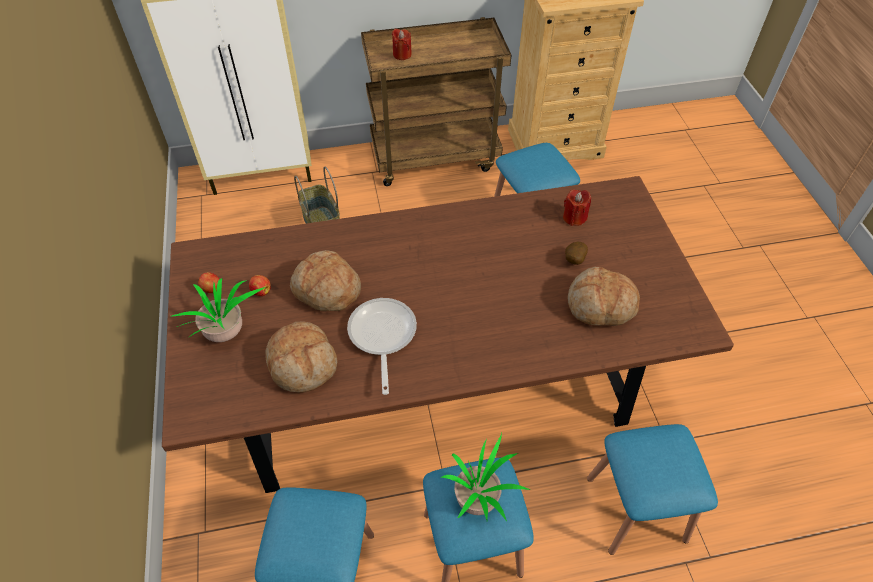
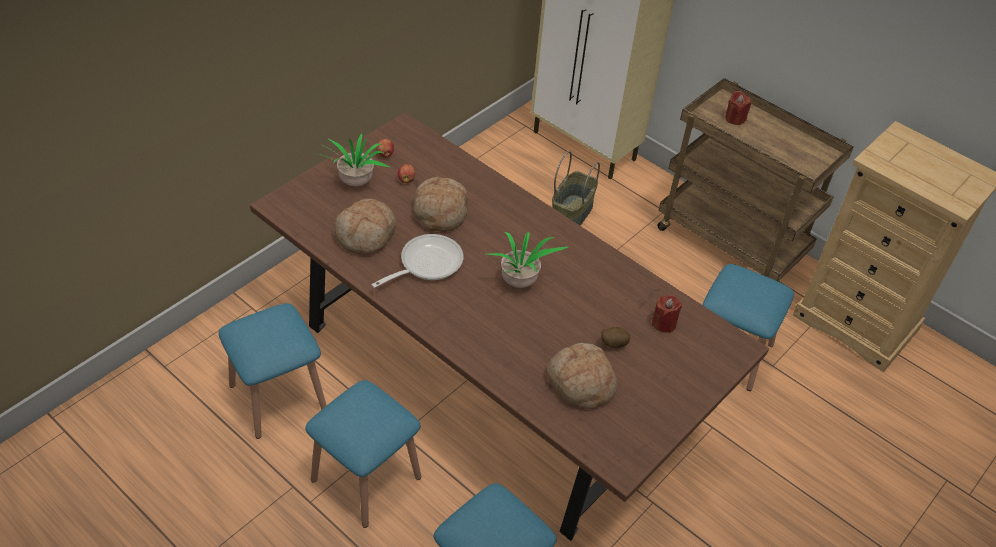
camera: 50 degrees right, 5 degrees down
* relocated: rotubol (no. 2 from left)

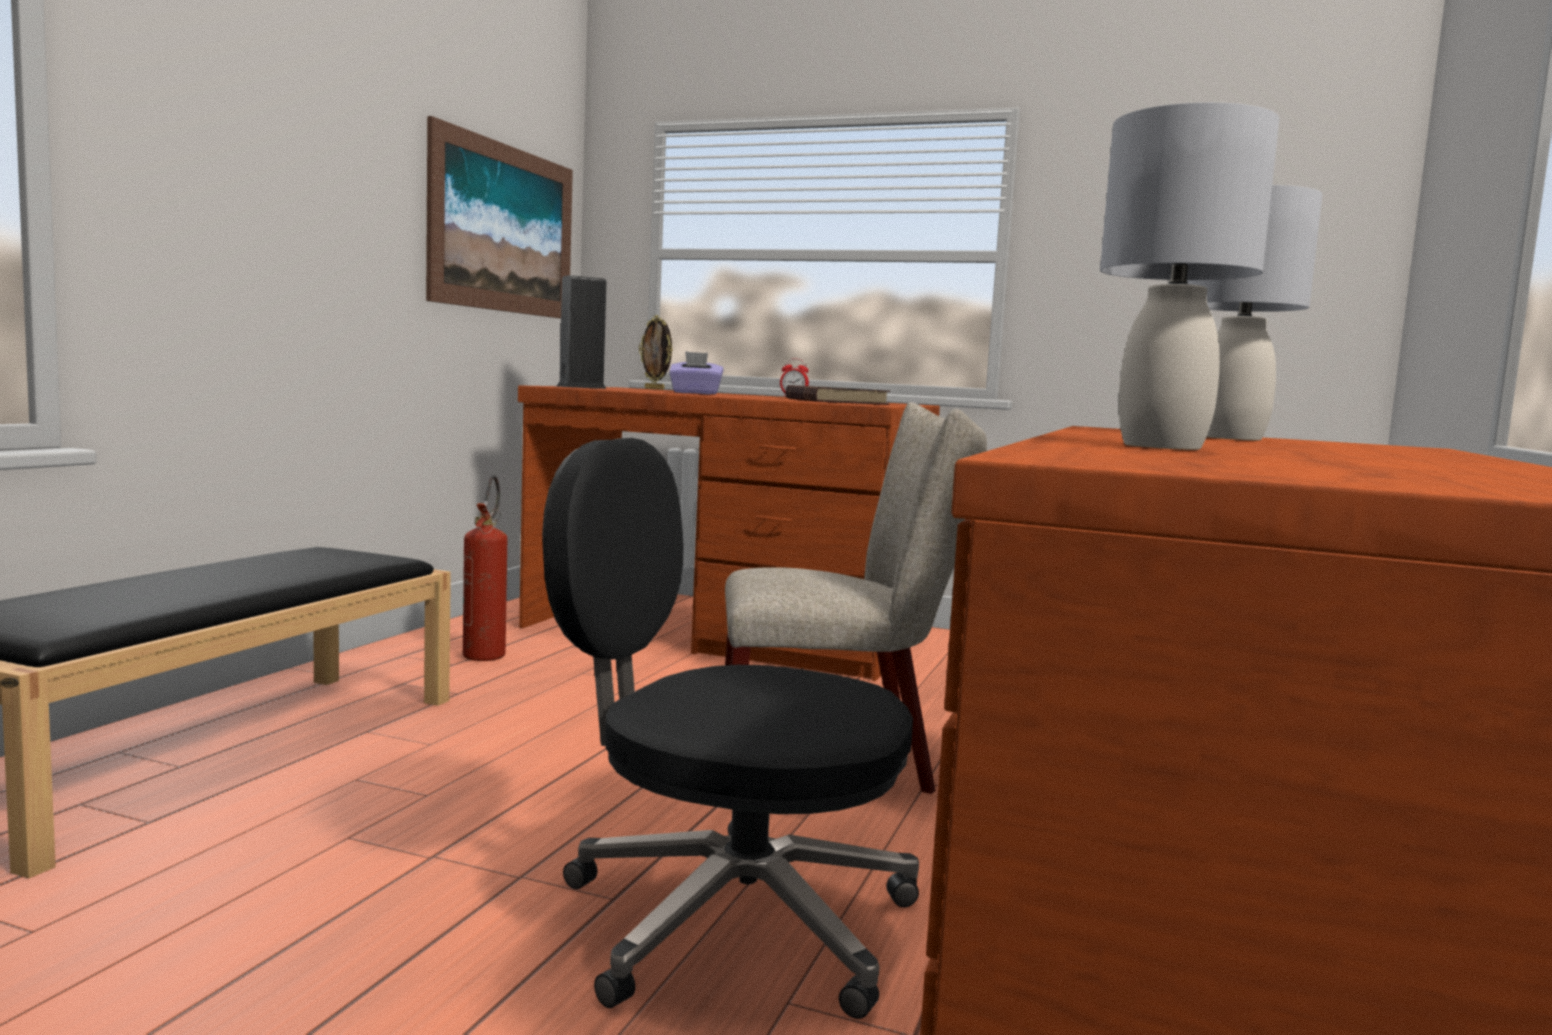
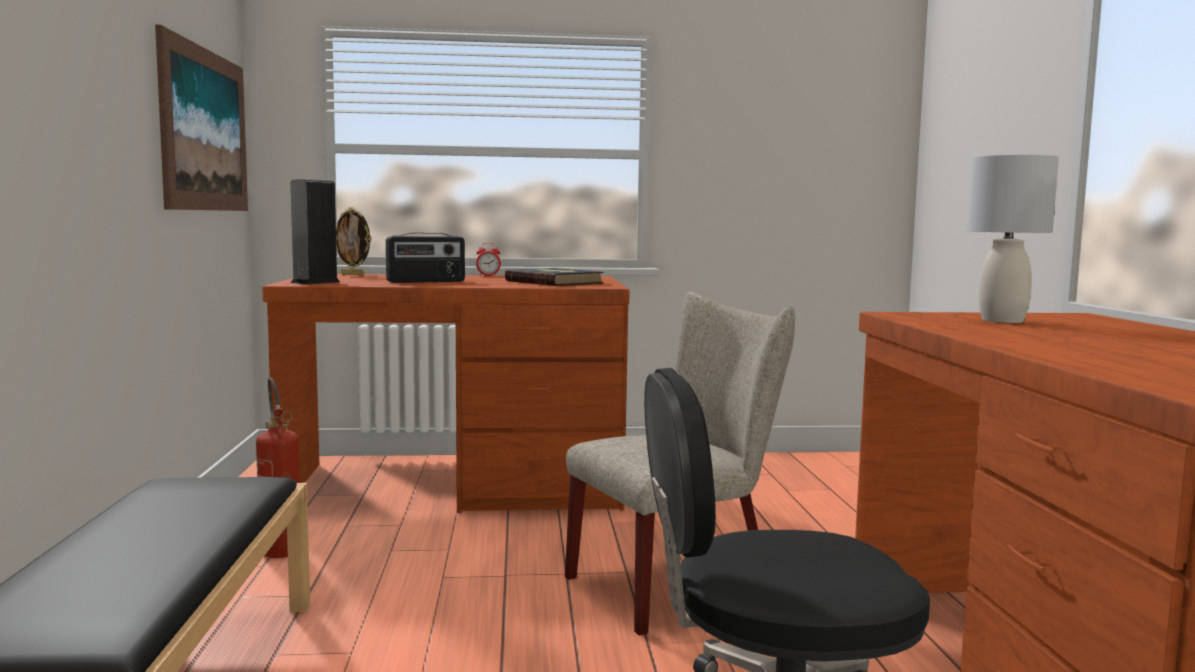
camera: 25 degrees left, 0 degrees up
* exchanged: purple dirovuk to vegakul
* missing: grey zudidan (no. 1 from left)

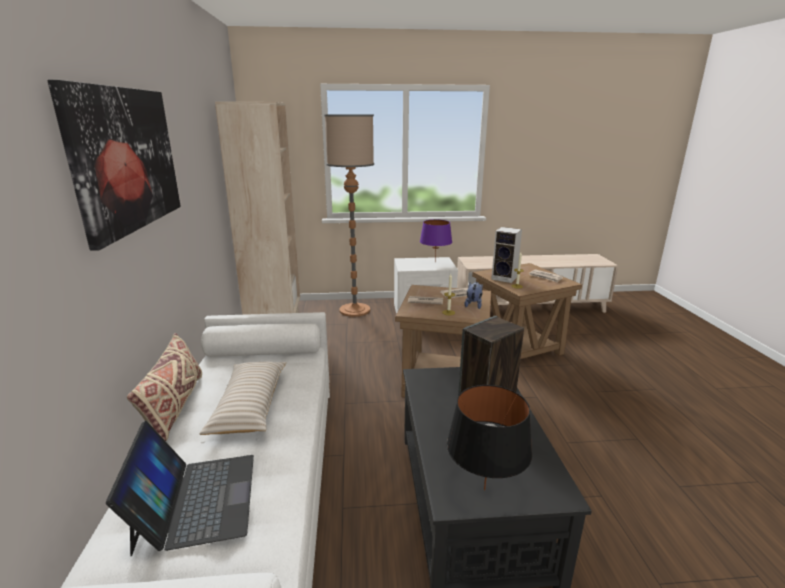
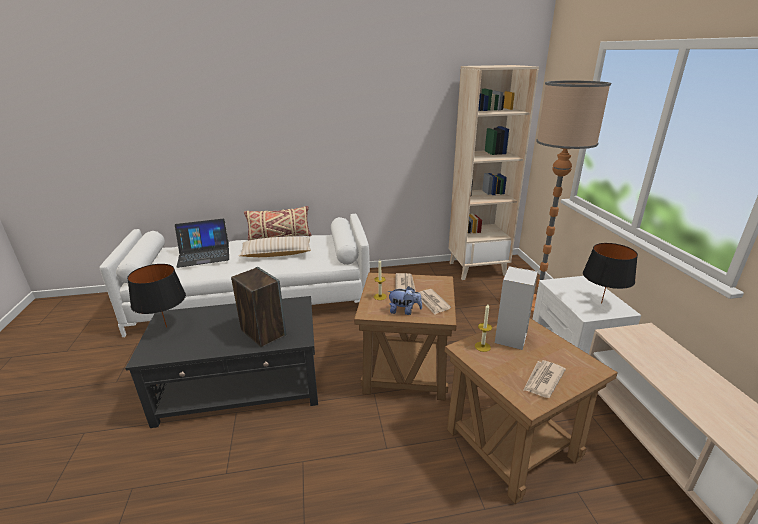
camera: 85 degrees right, 5 degrees up
* colour: purple zudidan to black zudidan (no. 2 from left)
* missing: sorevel

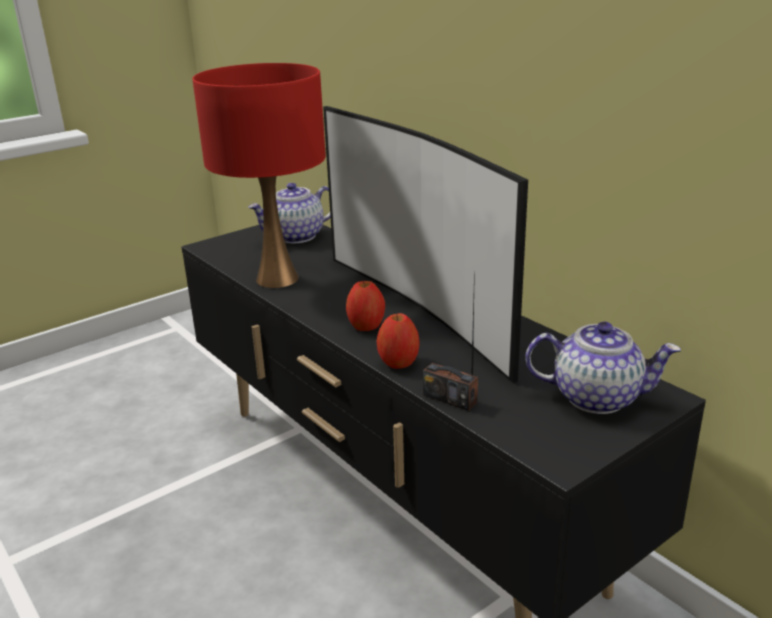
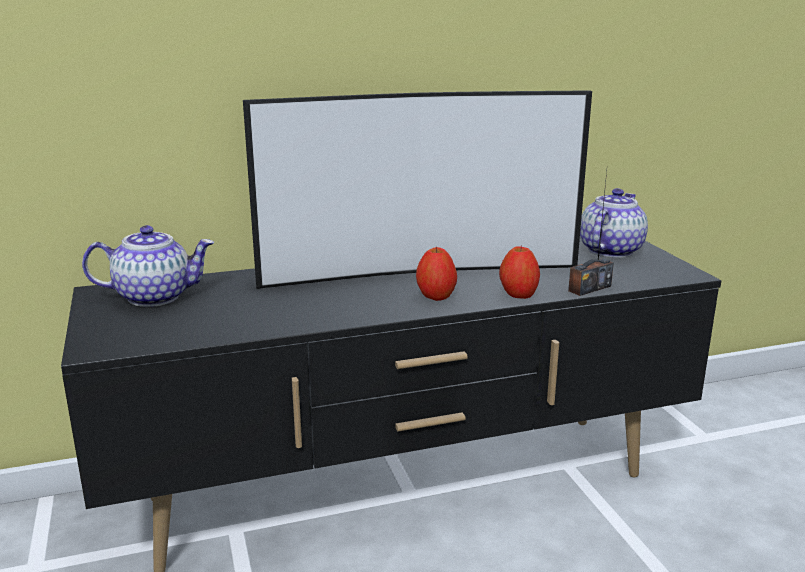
camera: 70 degrees left, 5 degrees down
* spun: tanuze (no. 1 from left) 90 degrees counterclockwise
* missing: red zudidan

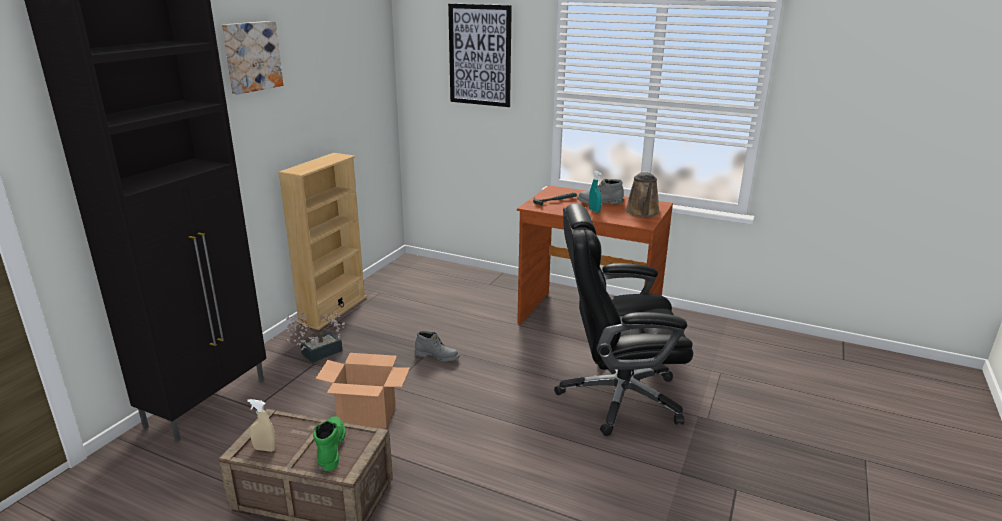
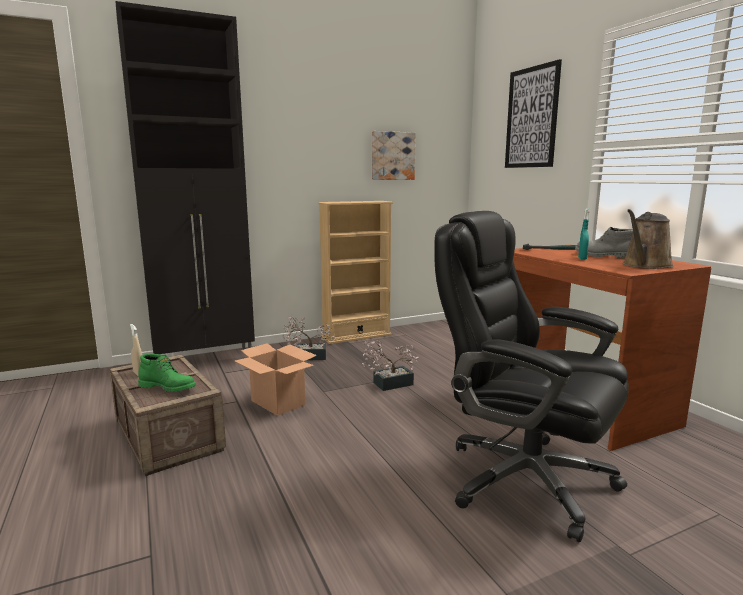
camera: 40 degrees right, 10 degrees down
* spun: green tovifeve 75 degrees clockwise
* exchanged: grey tovifeve (no. 1 from left) to rotubol (no. 2 from left)
* relocated: sorevel (no. 1 from left)

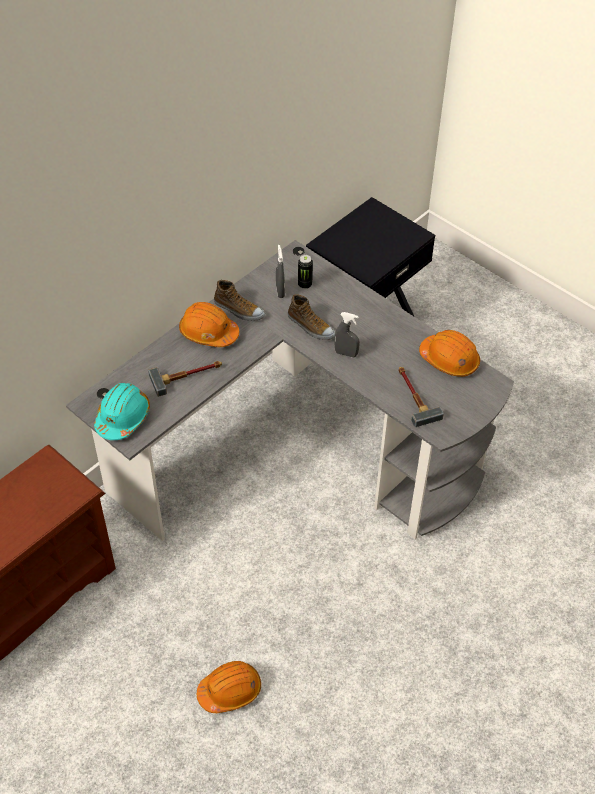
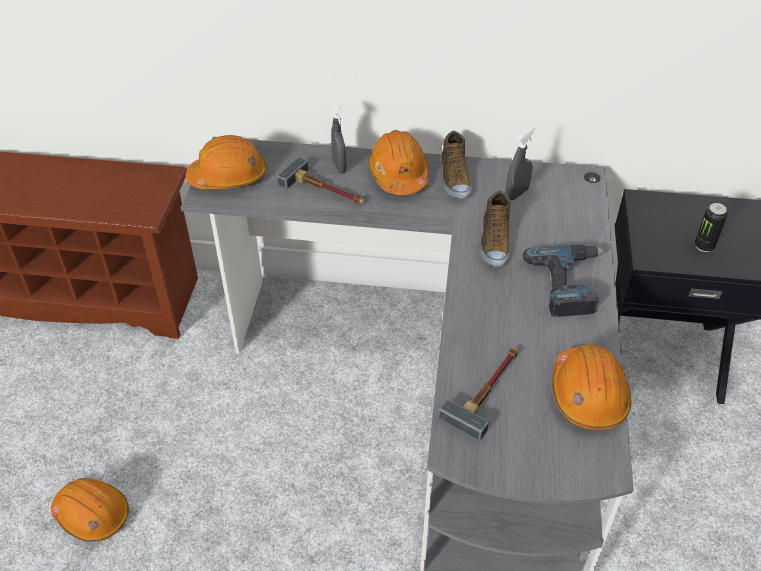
camera: 55 degrees right, 5 degrees down
* colour: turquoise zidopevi to orange zidopevi (no. 2 from left)
* relocated: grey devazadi (no. 2 from left in the first image) to grey devazadi (no. 1 from left)
* appeared: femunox
* relocated: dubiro

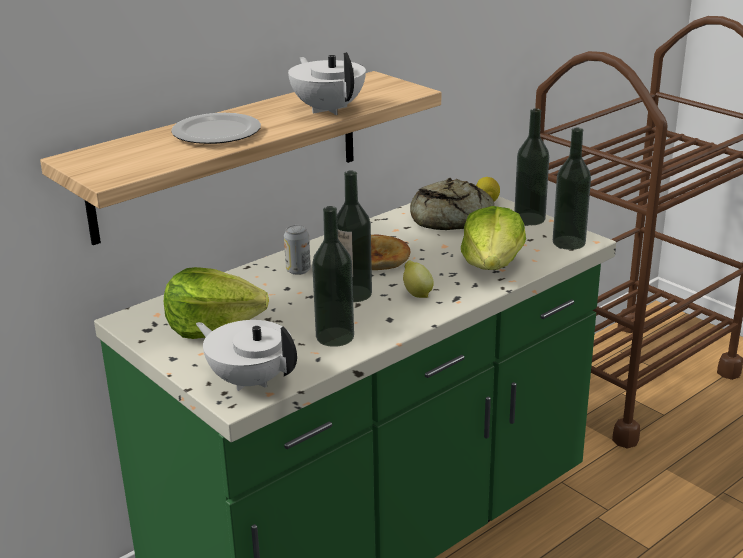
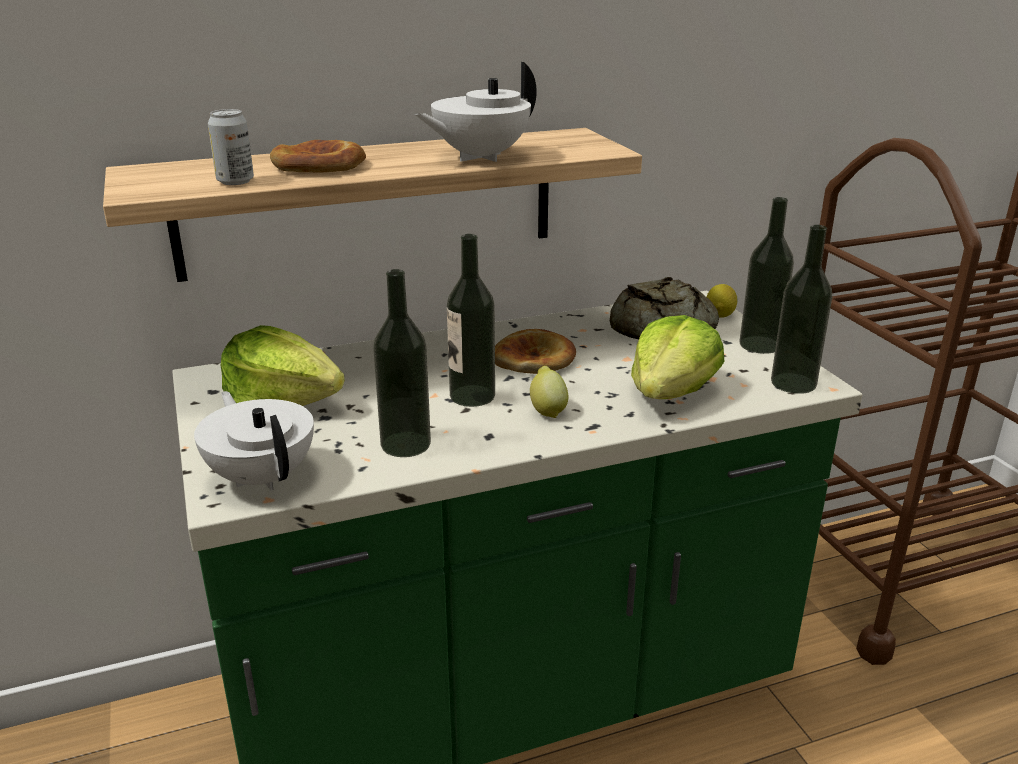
camera: 20 degrees right, 0 degrees up
* relocated: dubiro
* exchanged: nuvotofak to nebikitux (no. 1 from left)
* spun: white tanuze (no. 2 from left) 120 degrees counterclockwise

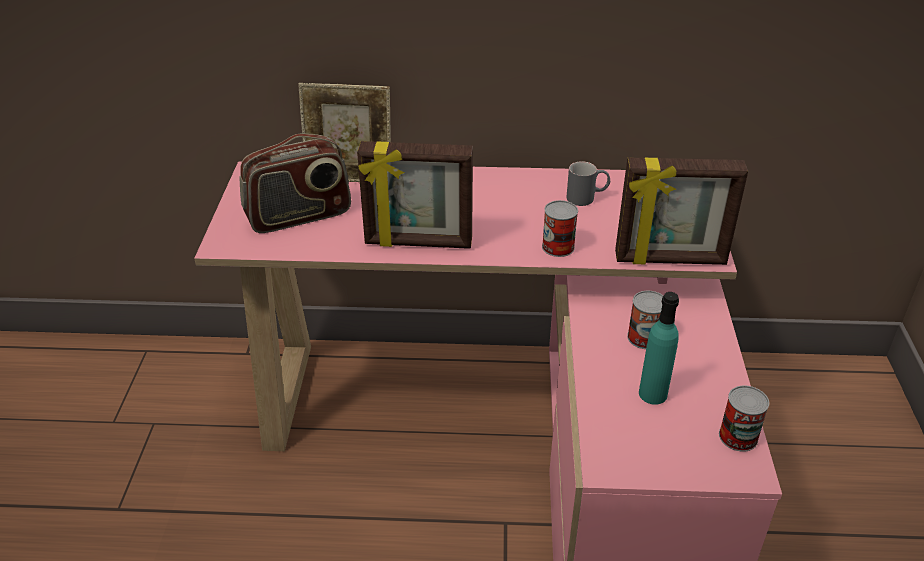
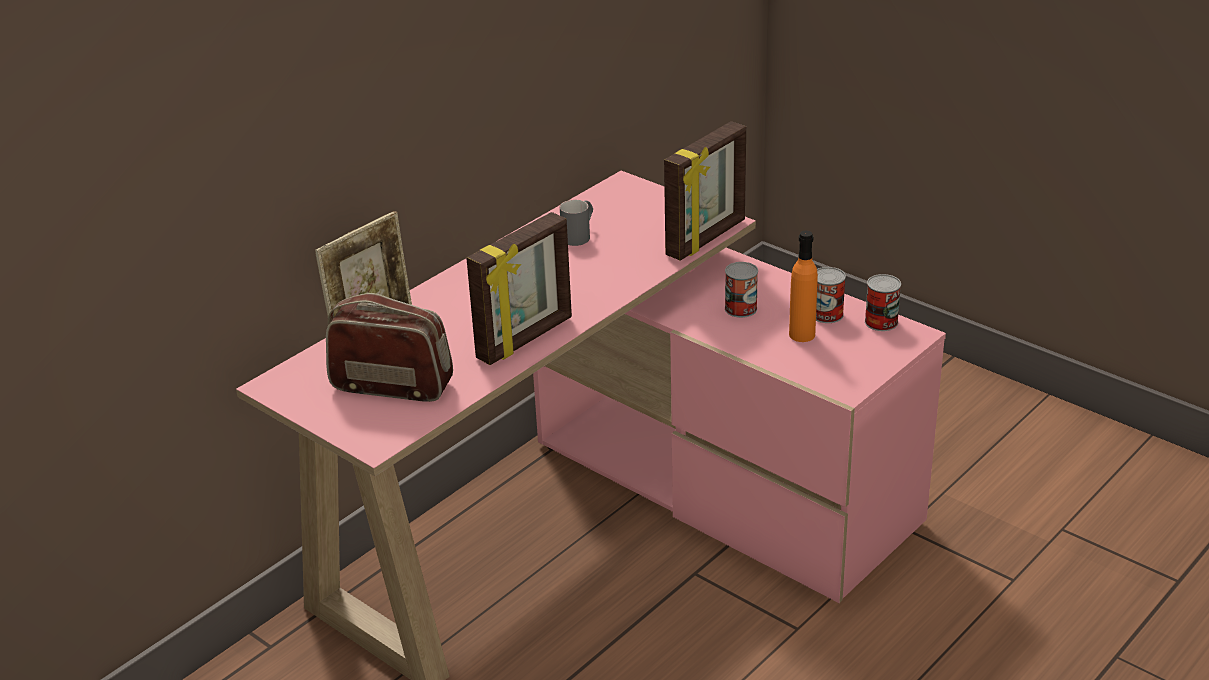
camera: 50 degrees left, 5 degrees down
* spun: vegakul 90 degrees counterclockwise
* colour: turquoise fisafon to orange fisafon
* relocated: dubiro (no. 1 from left in the first image) to dubiro (no. 2 from left)

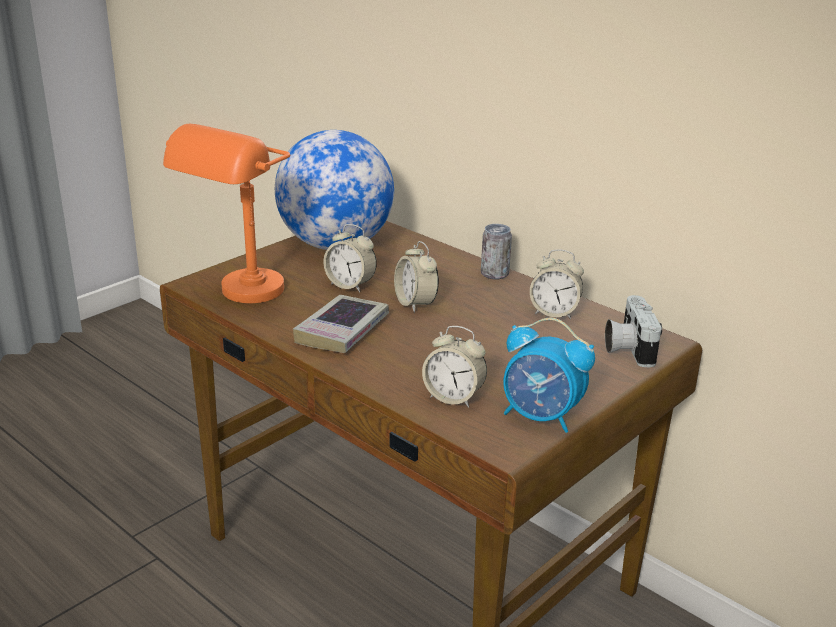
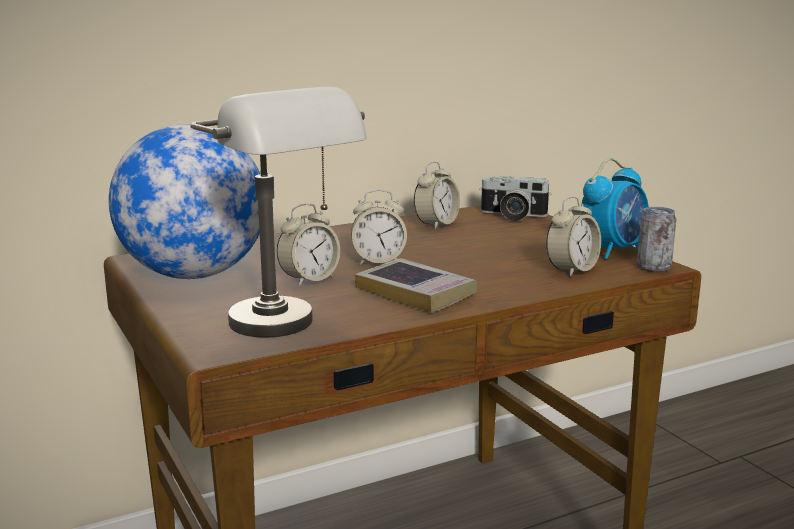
camera: 70 degrees left, 10 degrees down
* colour: orange zudidan to grey zudidan
* relocated: dubiro

